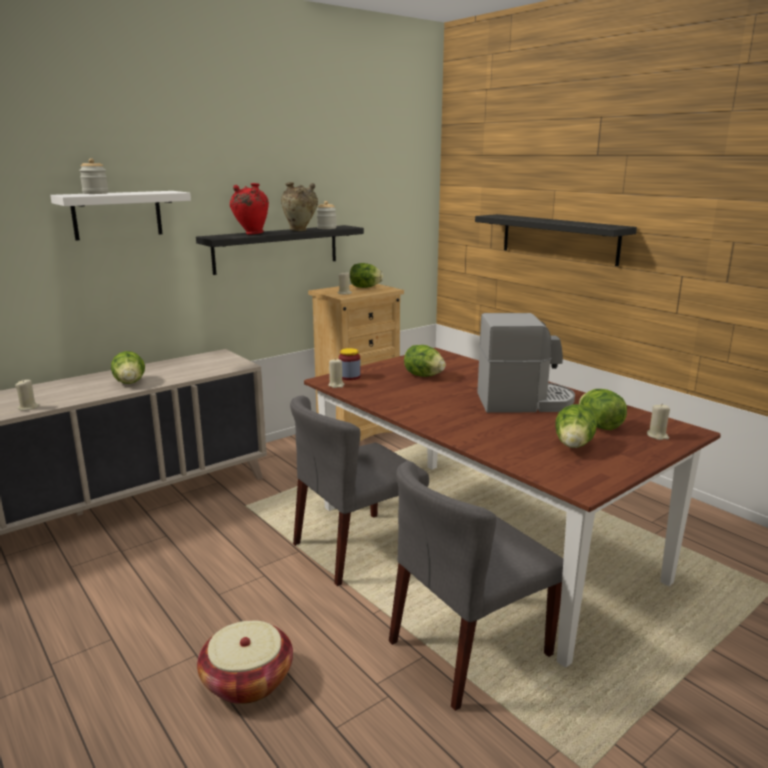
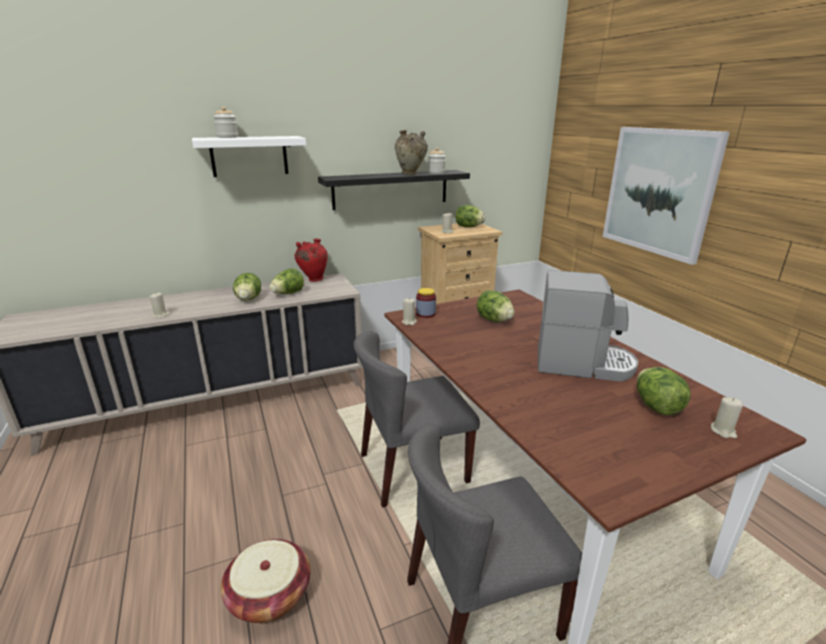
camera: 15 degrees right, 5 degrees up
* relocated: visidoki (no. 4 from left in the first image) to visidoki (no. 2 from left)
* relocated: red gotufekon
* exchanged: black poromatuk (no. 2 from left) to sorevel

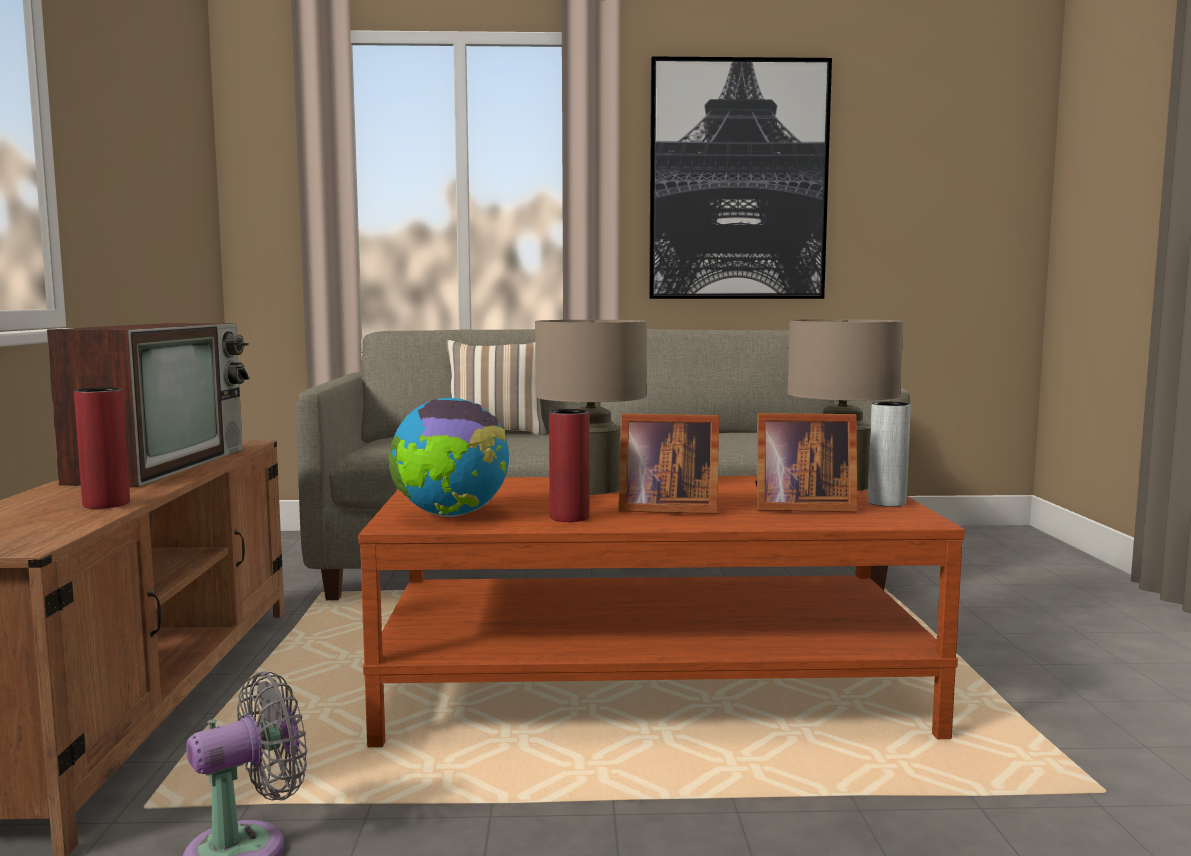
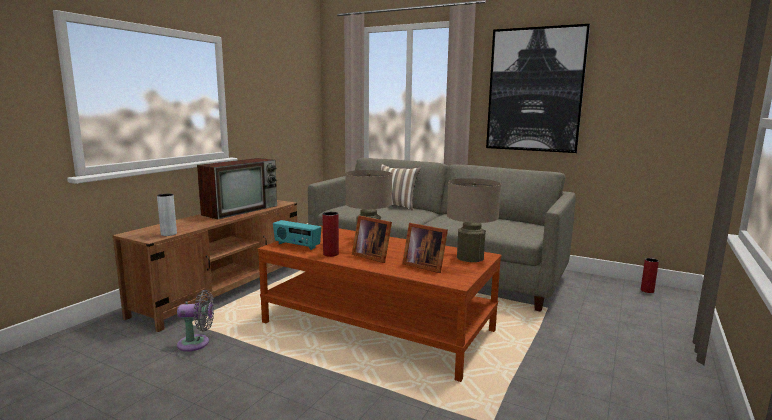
camera: 30 degrees right, 5 degrees up
* relocated: grey gotufekon
* exchanged: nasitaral to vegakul
* relocated: red gotufekon (no. 1 from left in the first image) to red gotufekon (no. 2 from left)

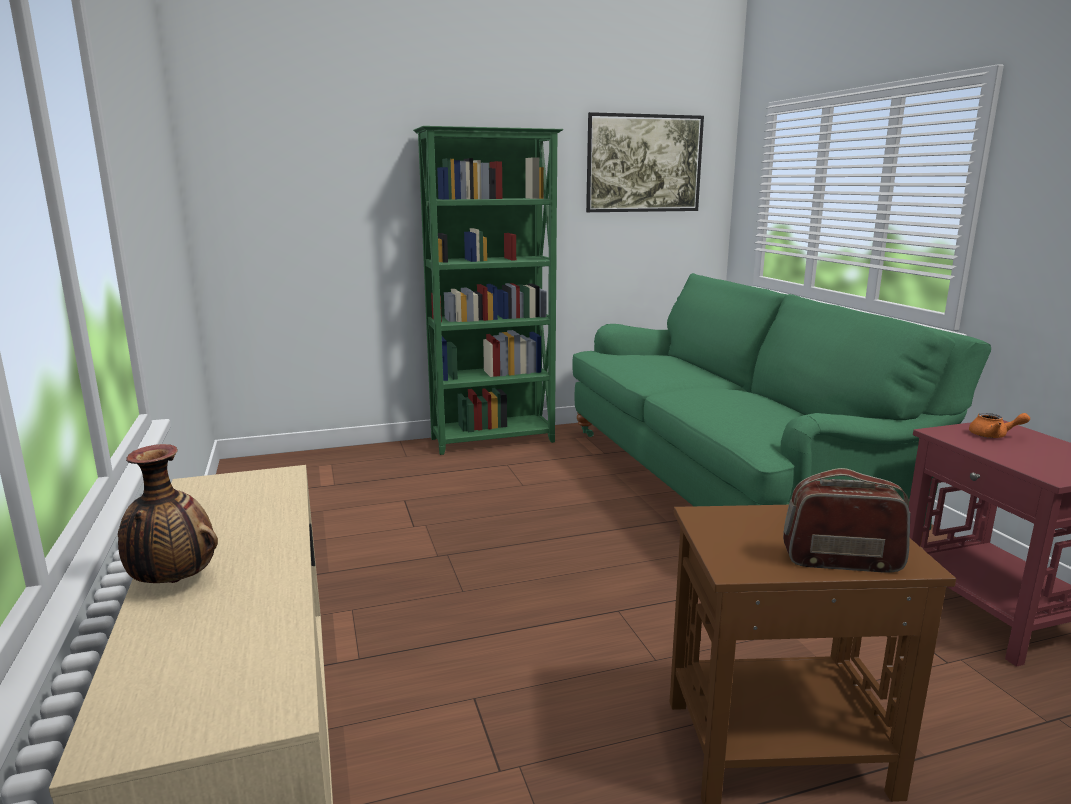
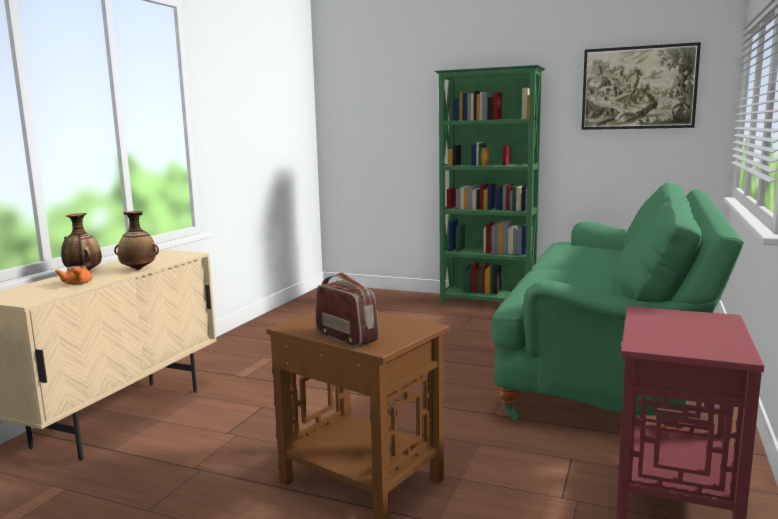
camera: 40 degrees right, 5 degrees down
* relocated: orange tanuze
* appeared: gotufekon (no. 2 from left)

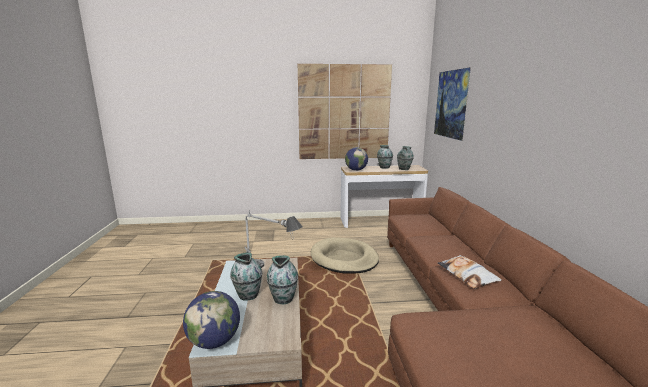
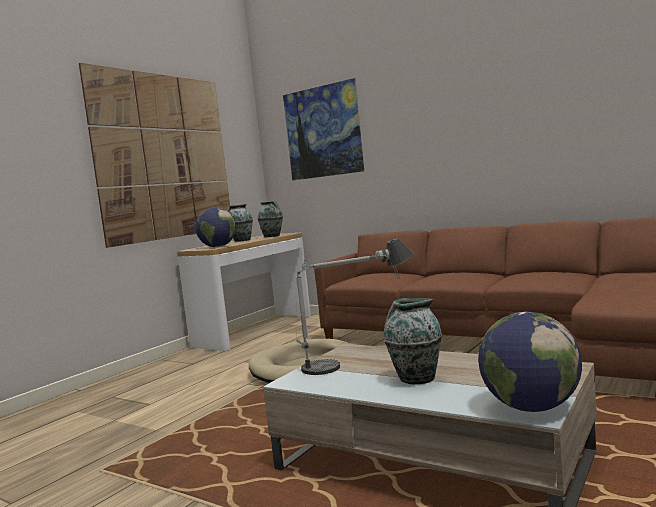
camera: 50 degrees left, 10 degrees down
* missing: gotufekon (no. 2 from left)
* missing: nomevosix

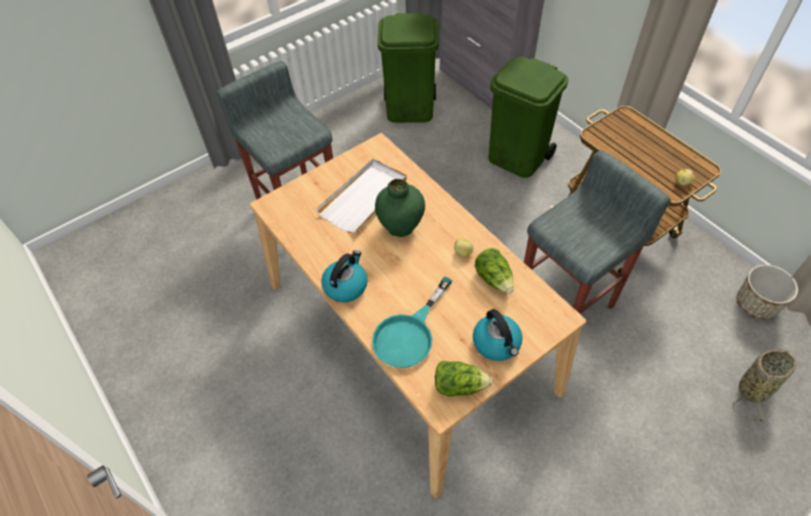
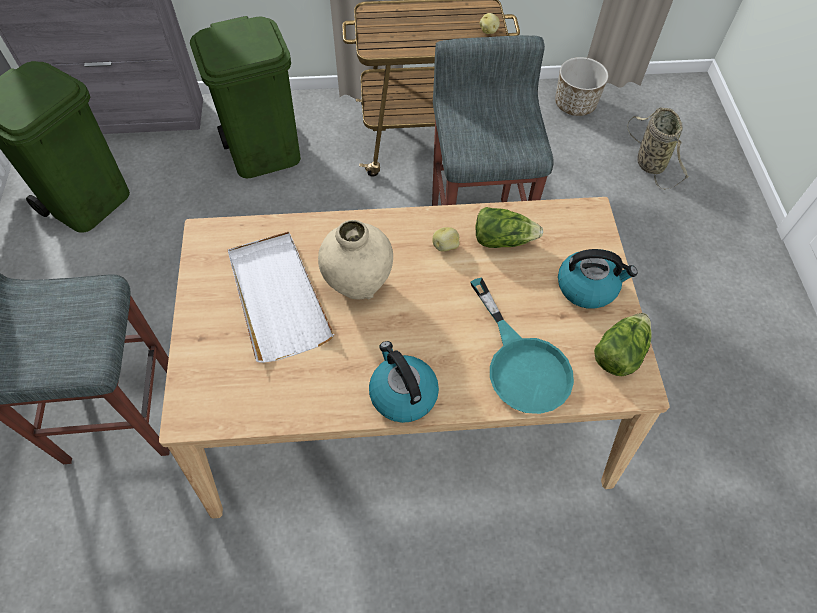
camera: 60 degrees left, 5 degrees up
* colour: green gotufekon to beige gotufekon

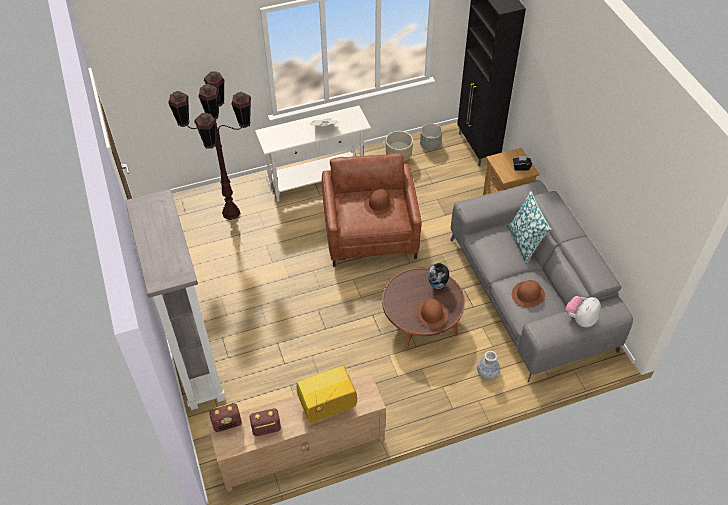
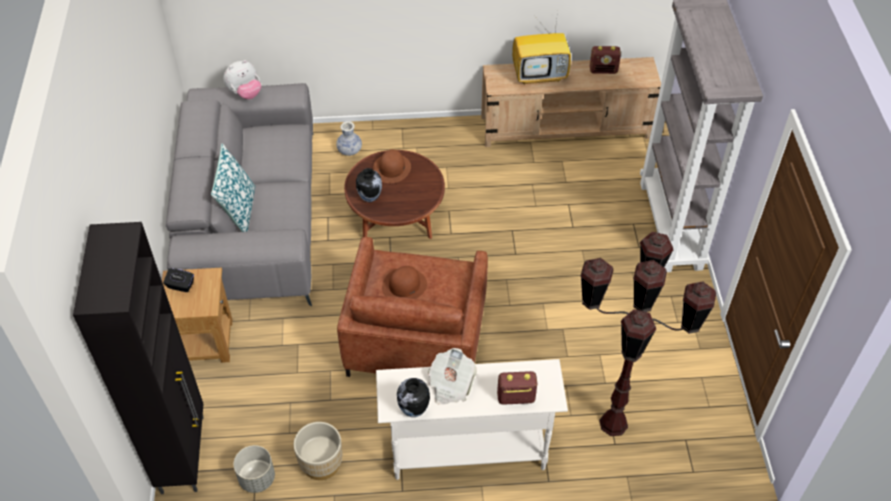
camera: 165 degrees left, 0 degrees up
* appeared: gotufekon (no. 3 from left)
* relocated: vegakul (no. 1 from left)
* missing: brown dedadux (no. 3 from left)

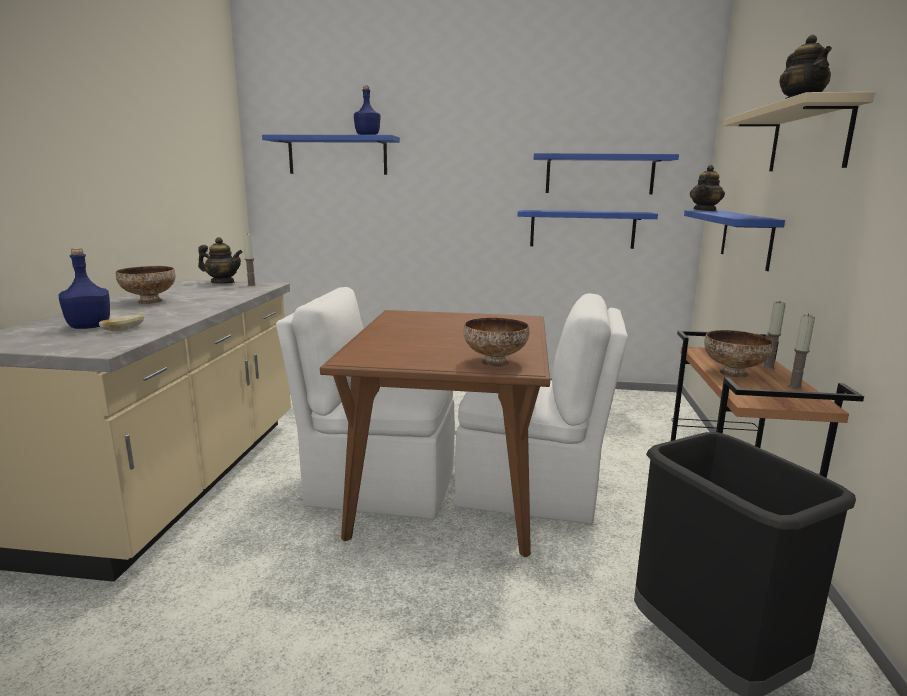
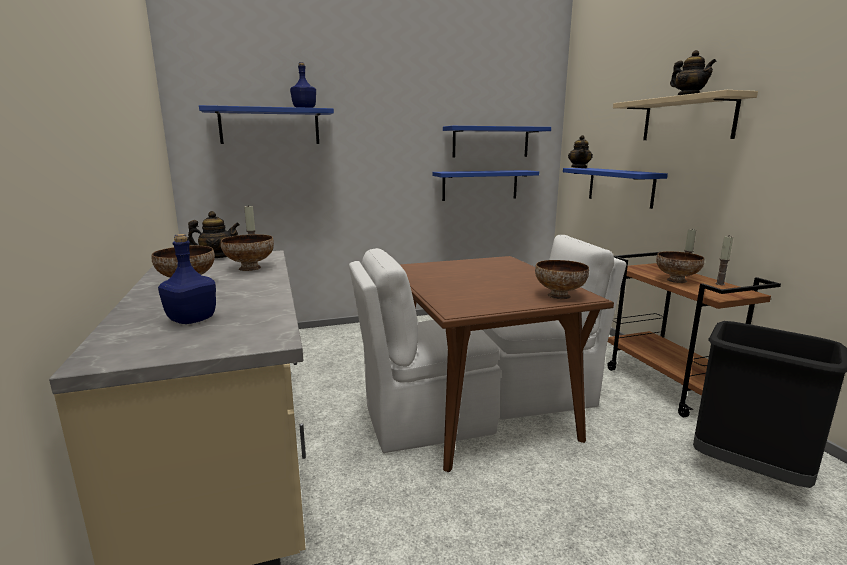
camera: 25 degrees left, 0 degrees up
* appeared: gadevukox (no. 2 from left)
* missing: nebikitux

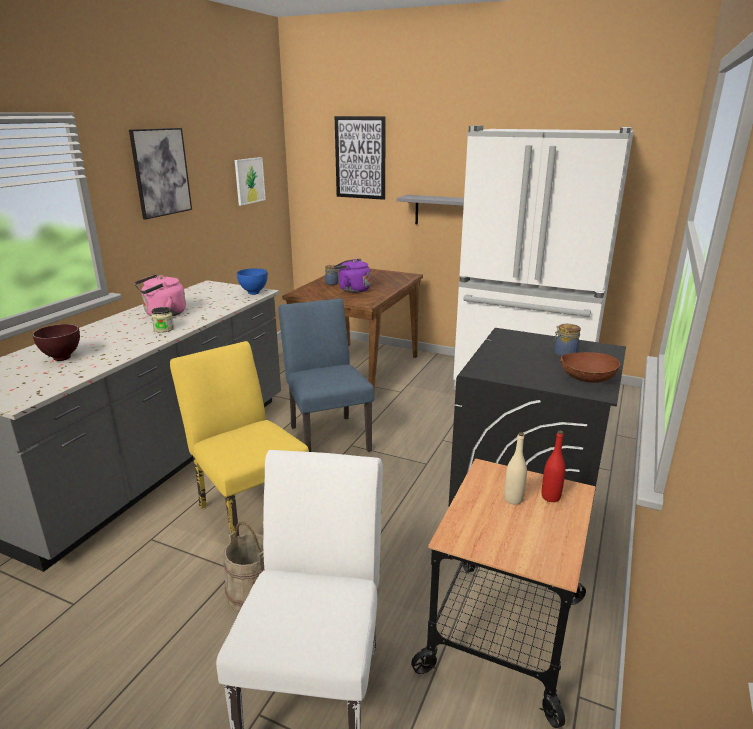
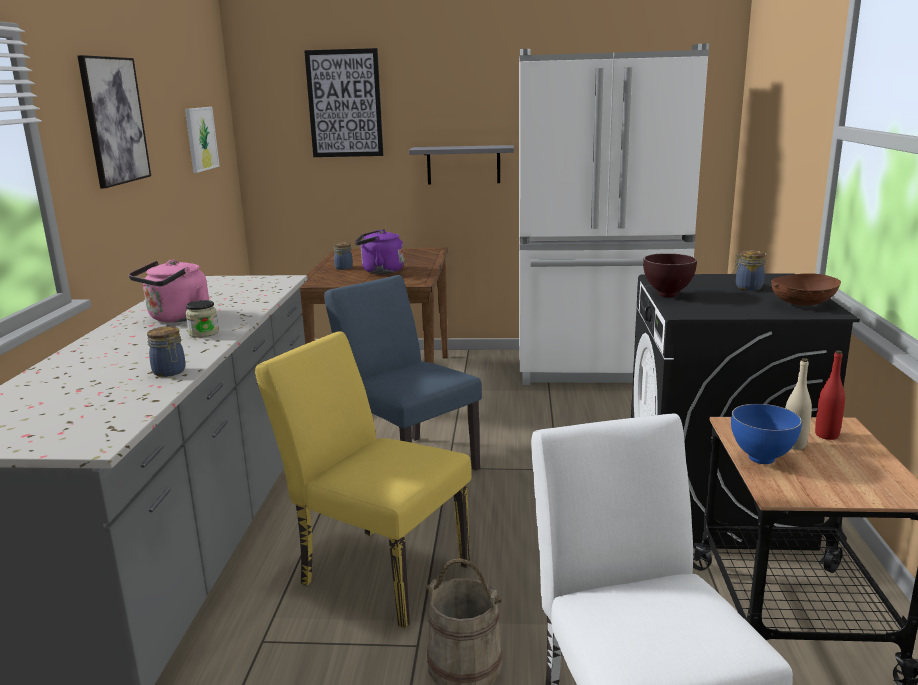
camera: 20 degrees left, 5 degrees down
* appeared: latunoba (no. 1 from left)
* relocated: brown gadevukox (no. 1 from left)
* relocated: blue gadevukox

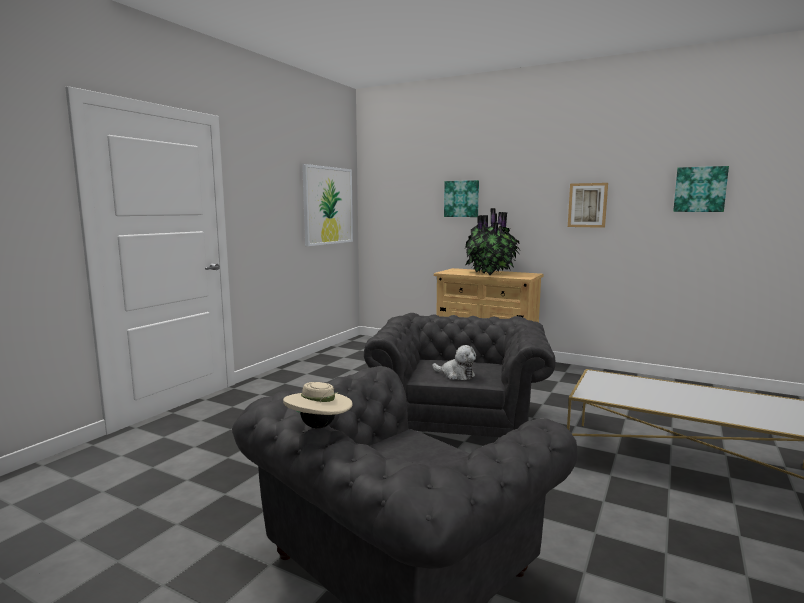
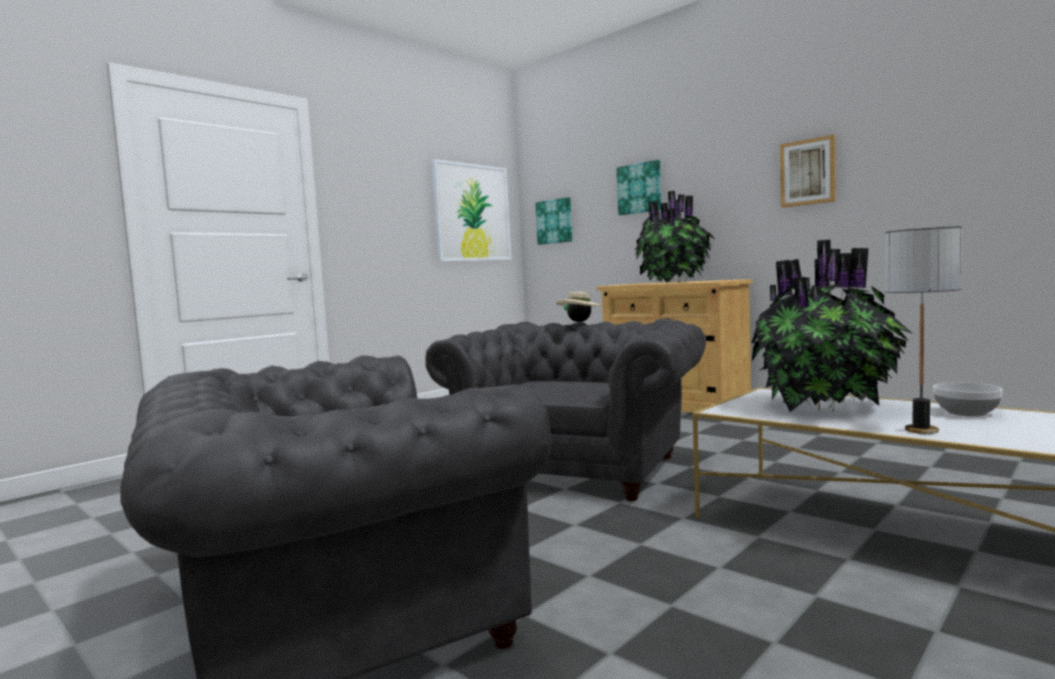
camera: 15 degrees right, 5 degrees down
* relocated: sorevel (no. 4 from left in the first image) to sorevel (no. 2 from left)
* relocated: beige dedadux
* appeared: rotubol (no. 2 from left)
* appeared: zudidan
* appeared: gadevukox
* missing: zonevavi

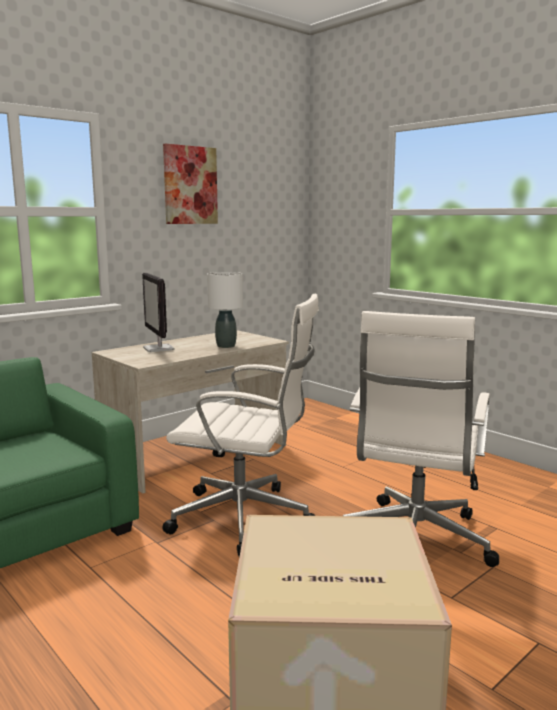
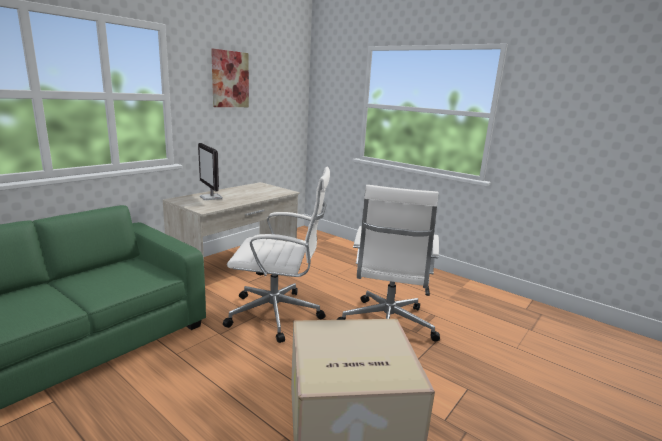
camera: 10 degrees left, 5 degrees up
* missing: white zudidan

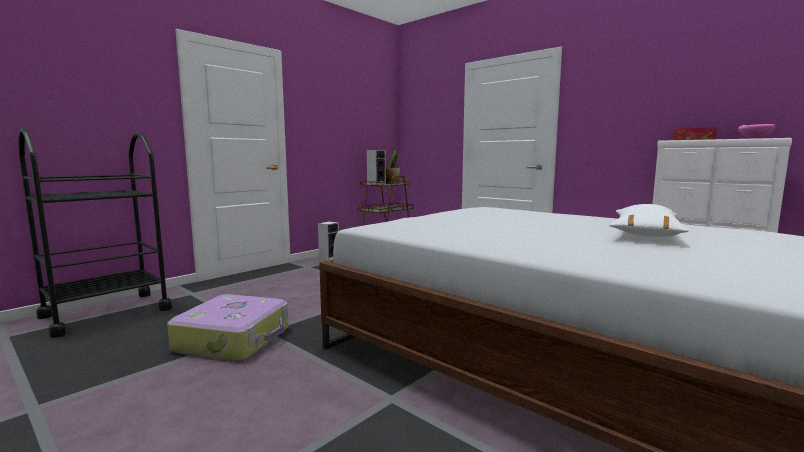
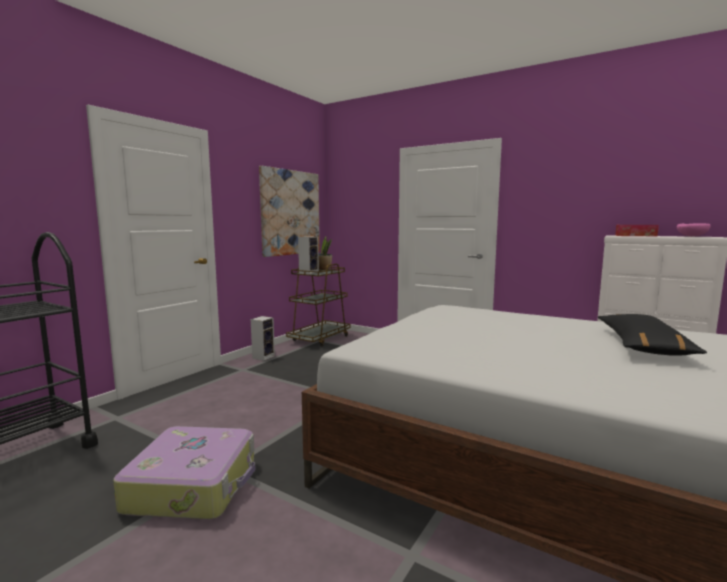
camera: 10 degrees left, 0 degrees up
* appeared: sorevel
* colour: white nomevosix to black nomevosix

